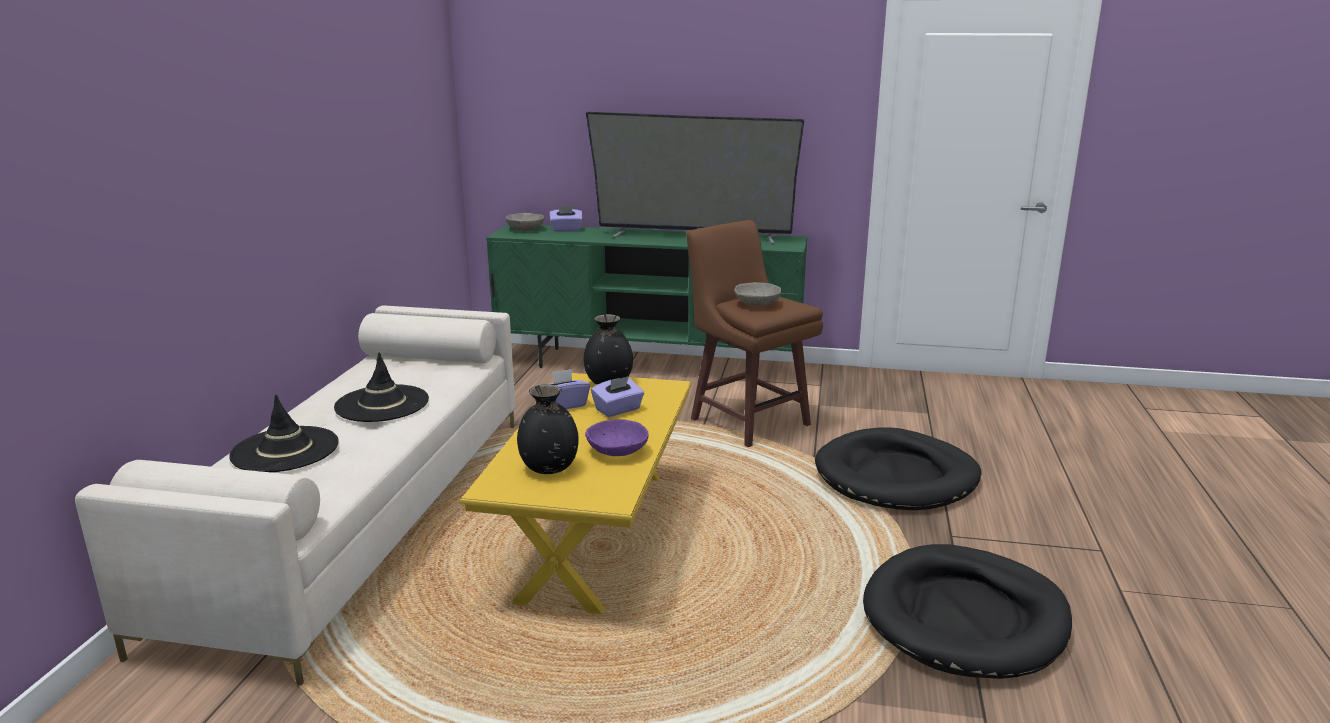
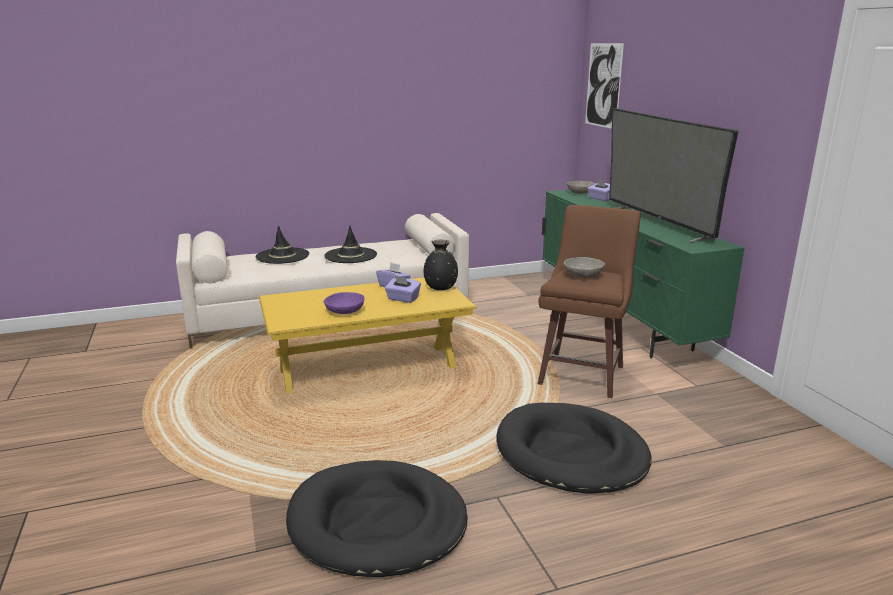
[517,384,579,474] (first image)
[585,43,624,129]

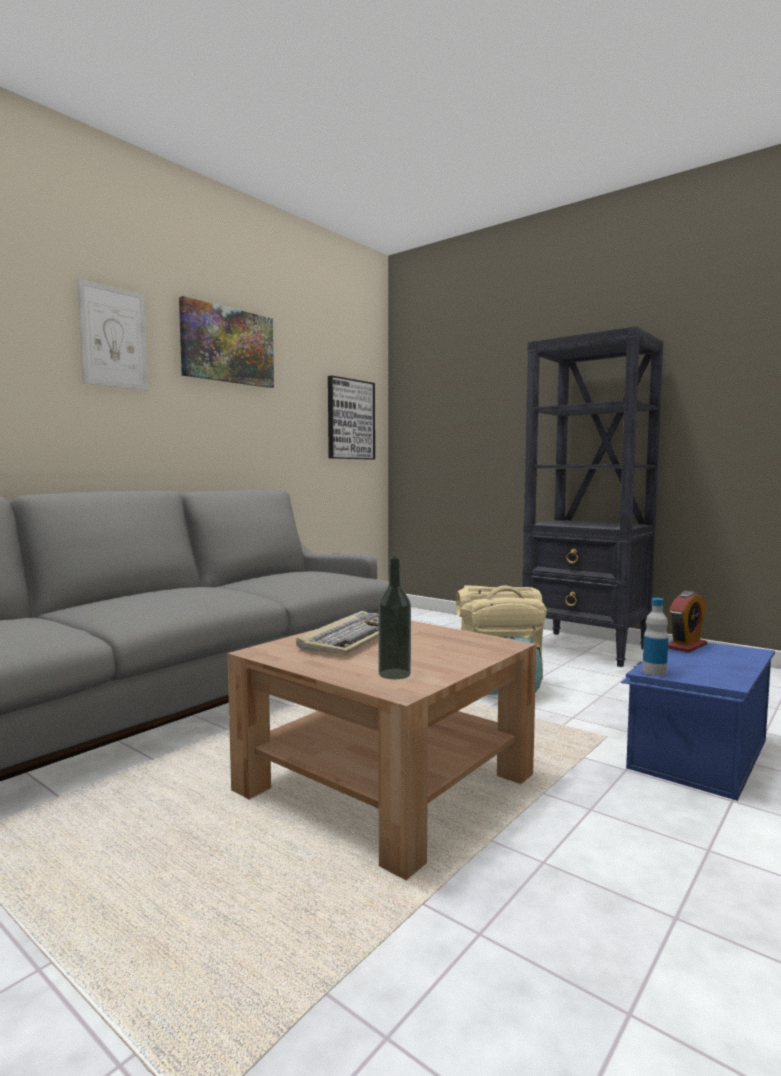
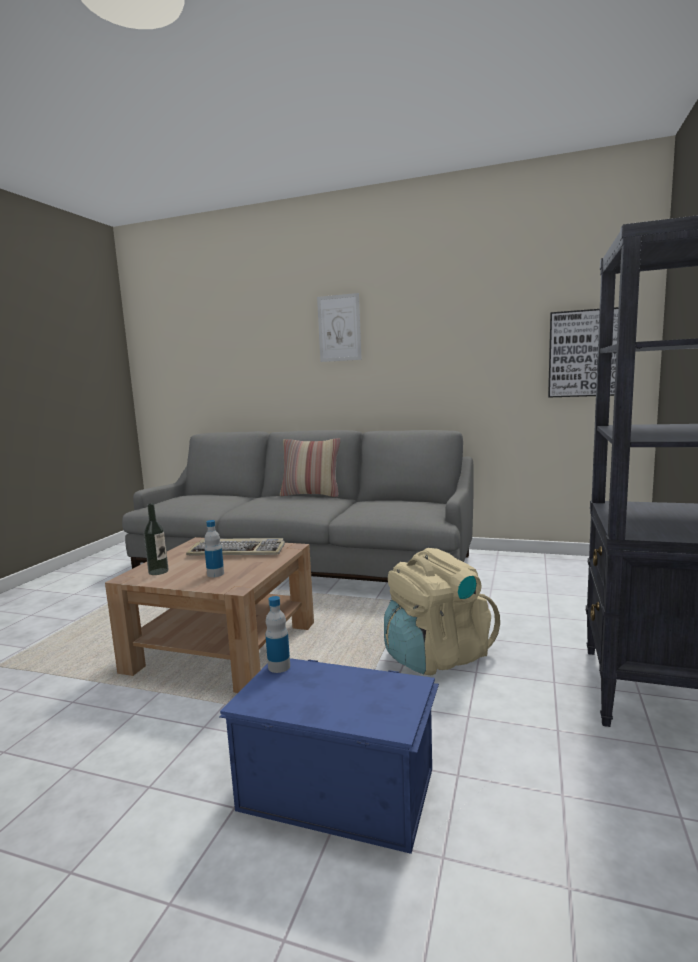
[179,296,274,388] (first image)
[668,591,707,653] (first image)
[280,438,341,497]
[204,520,224,577]

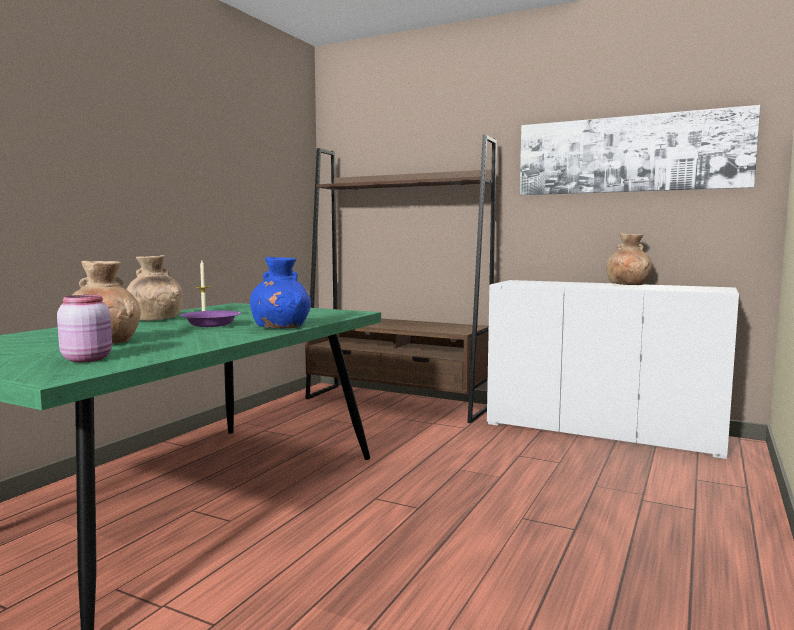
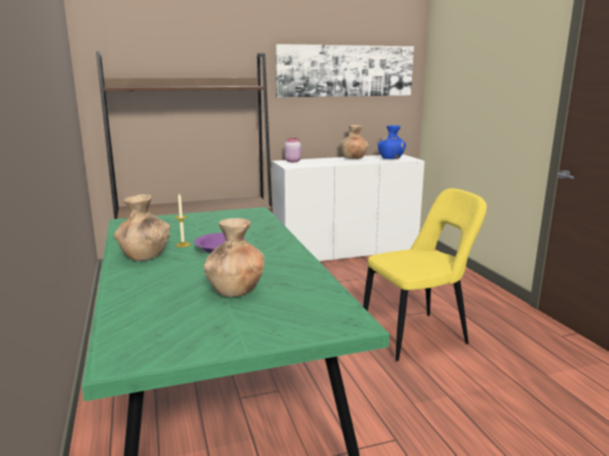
[378,125,406,159]
[284,138,301,162]
[363,188,487,361]

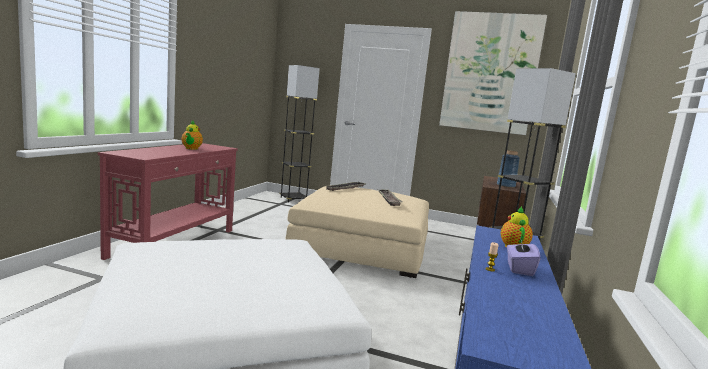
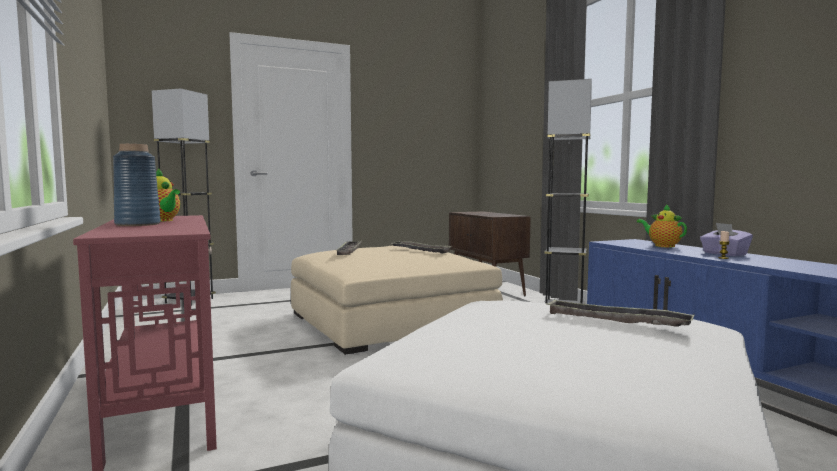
[439,11,547,135] (first image)
[113,144,161,226]
[546,299,695,327]

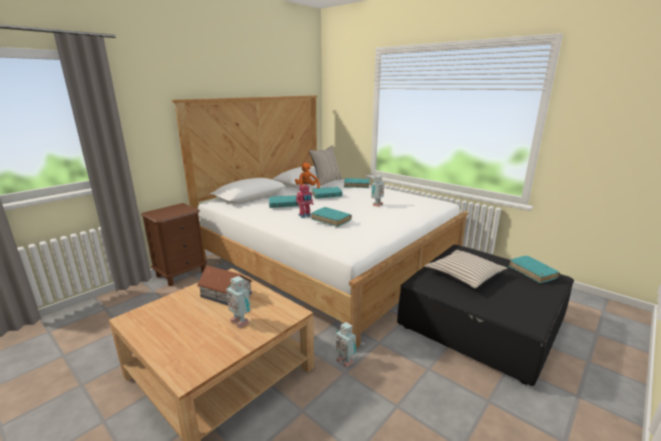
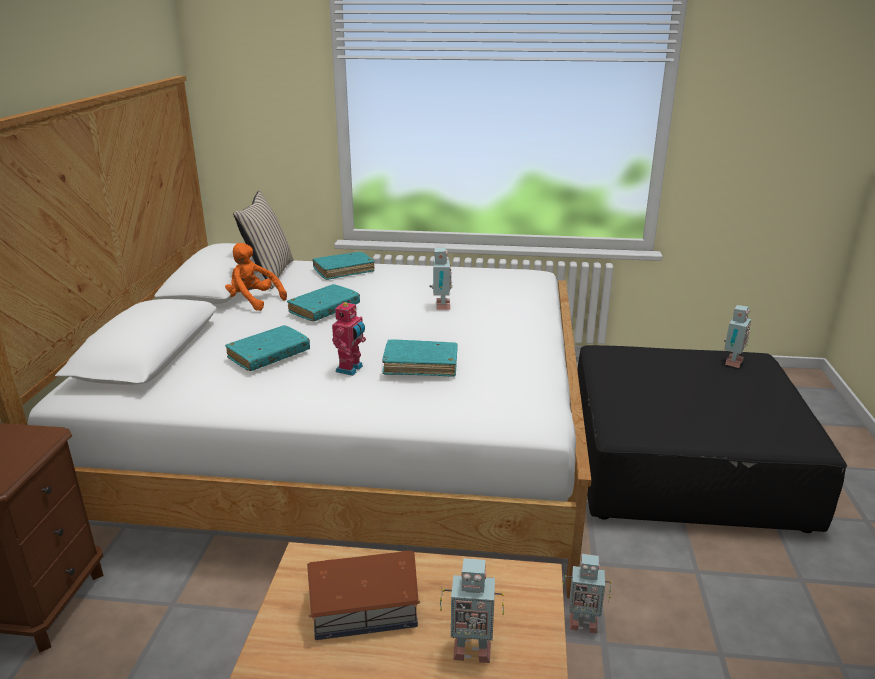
[425,250,508,289] (first image)
[724,305,751,368]

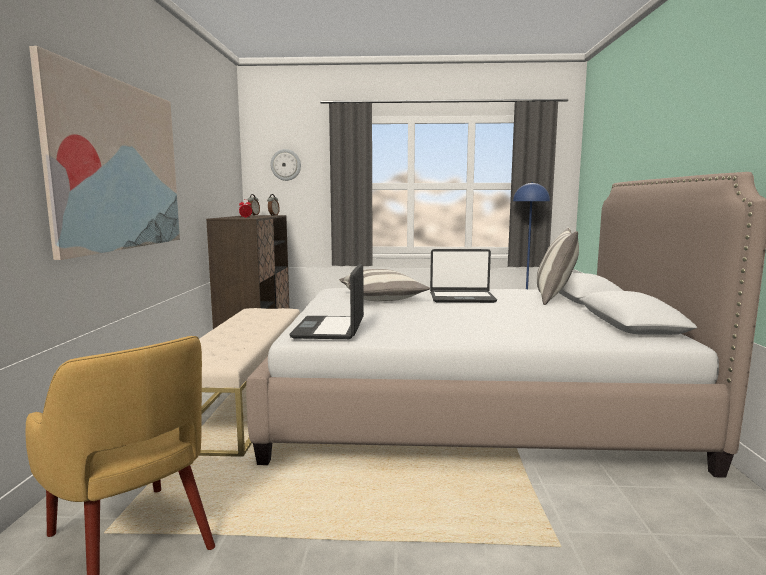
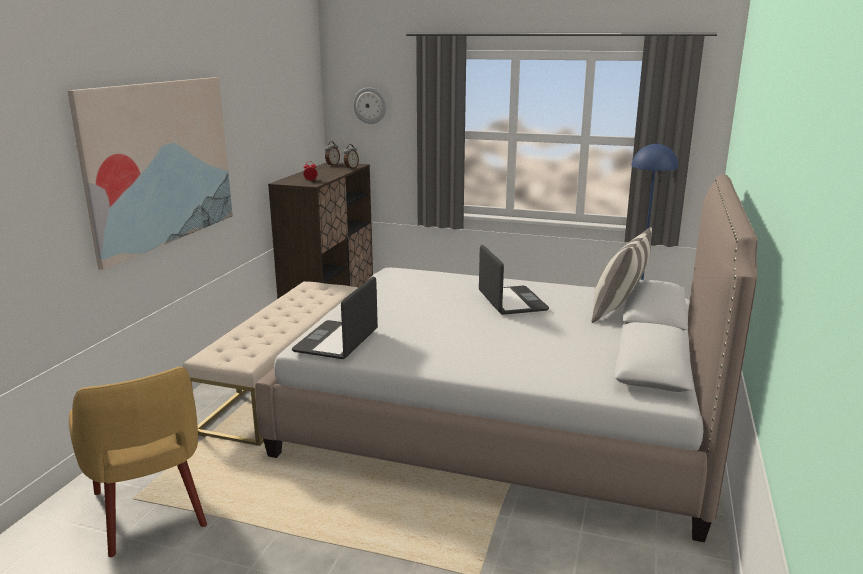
[479,245,549,315]
[339,269,430,301] (first image)

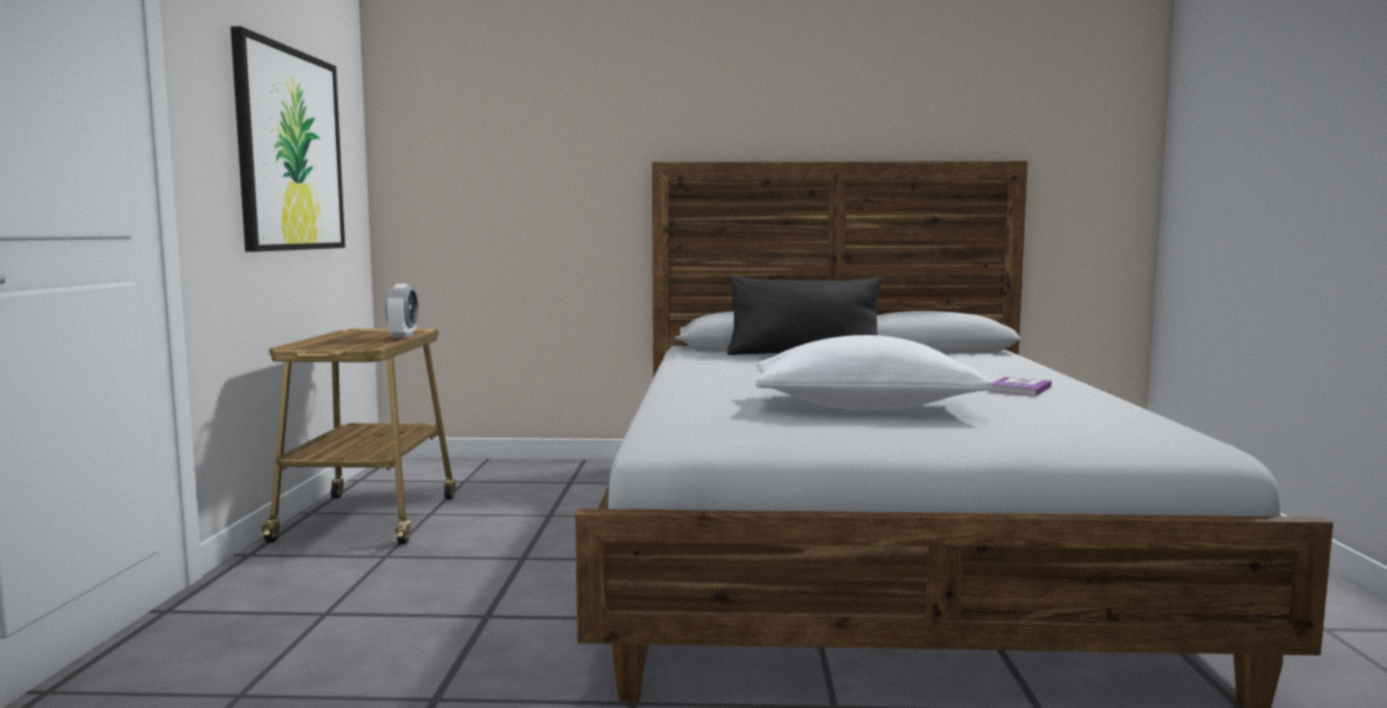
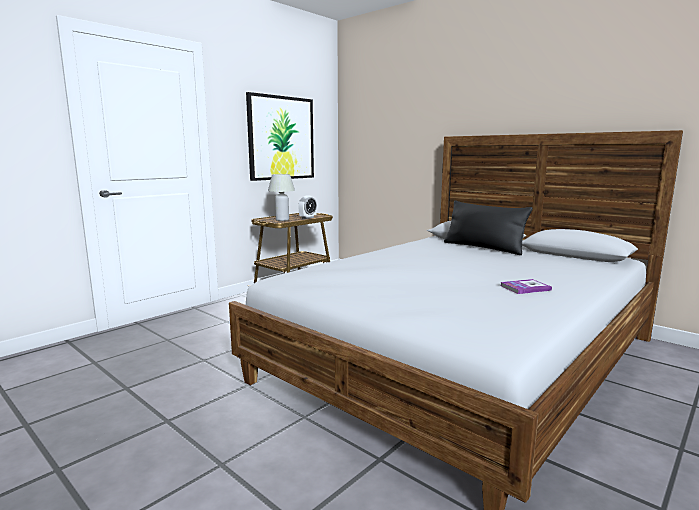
[755,335,992,410] (first image)
[268,174,295,221]

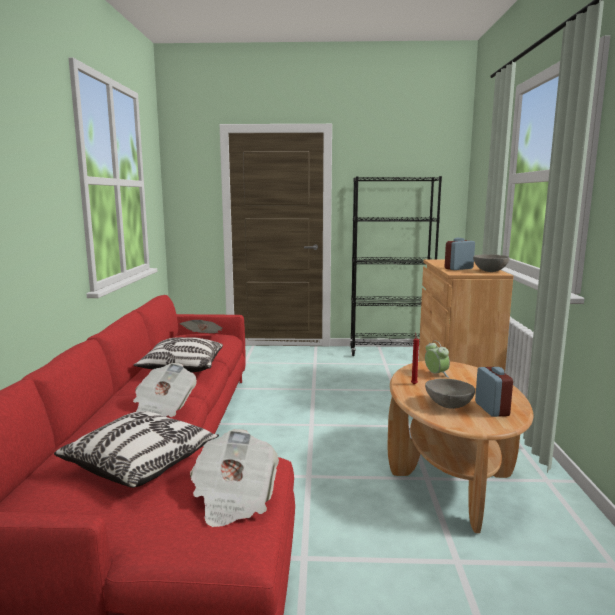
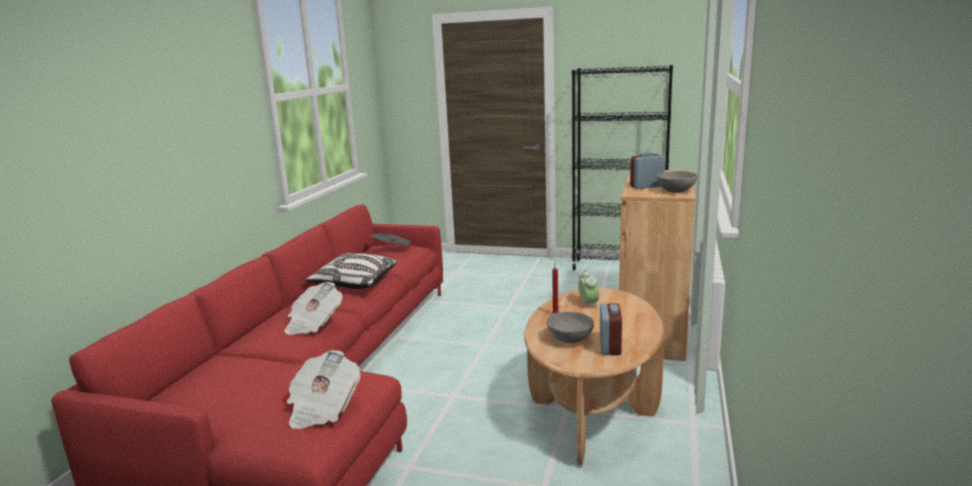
[54,411,219,488] (first image)

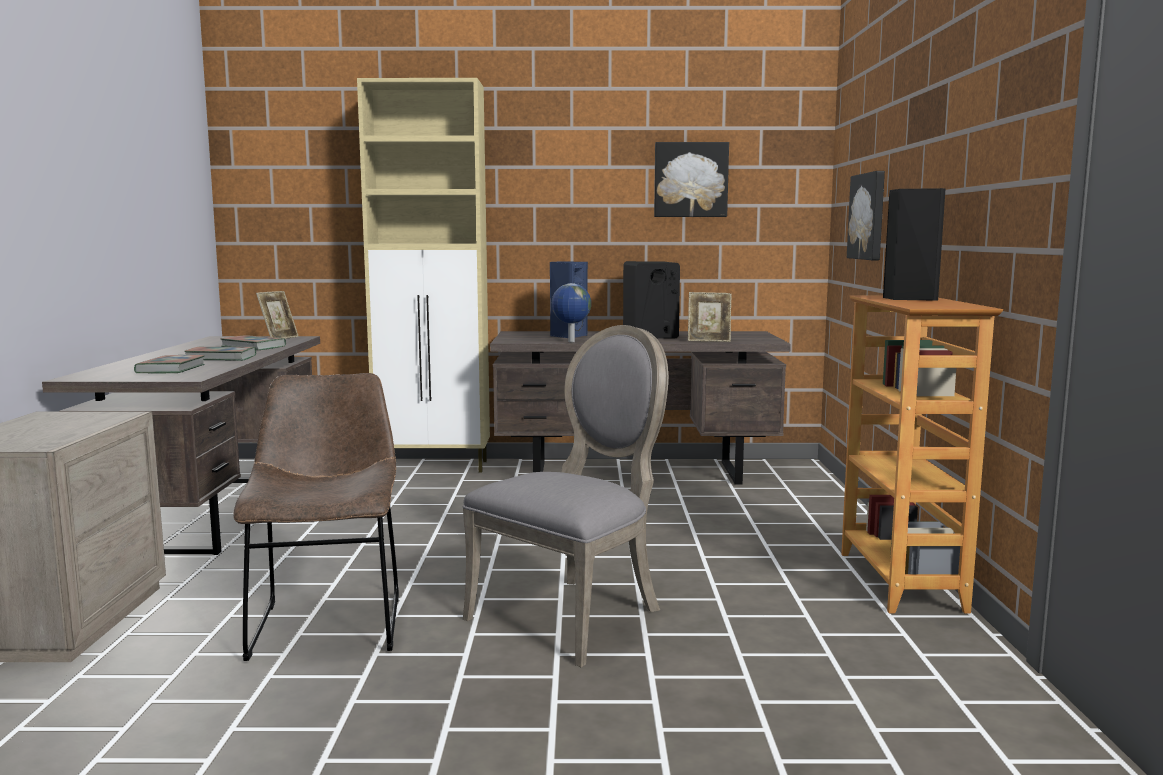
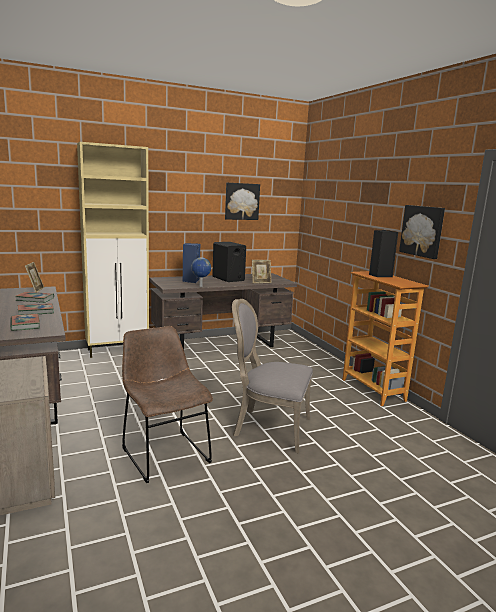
[399,205,445,259]
[232,299,313,454]

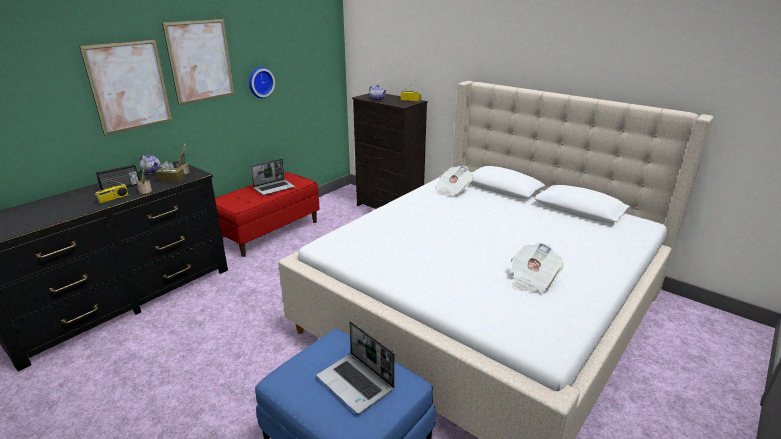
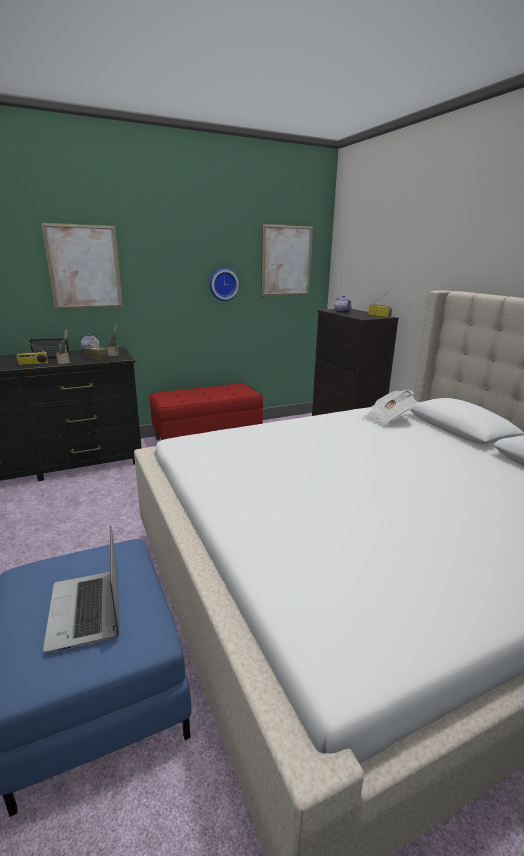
[261,224,313,296]
[250,159,295,195] (first image)
[510,243,564,293] (first image)

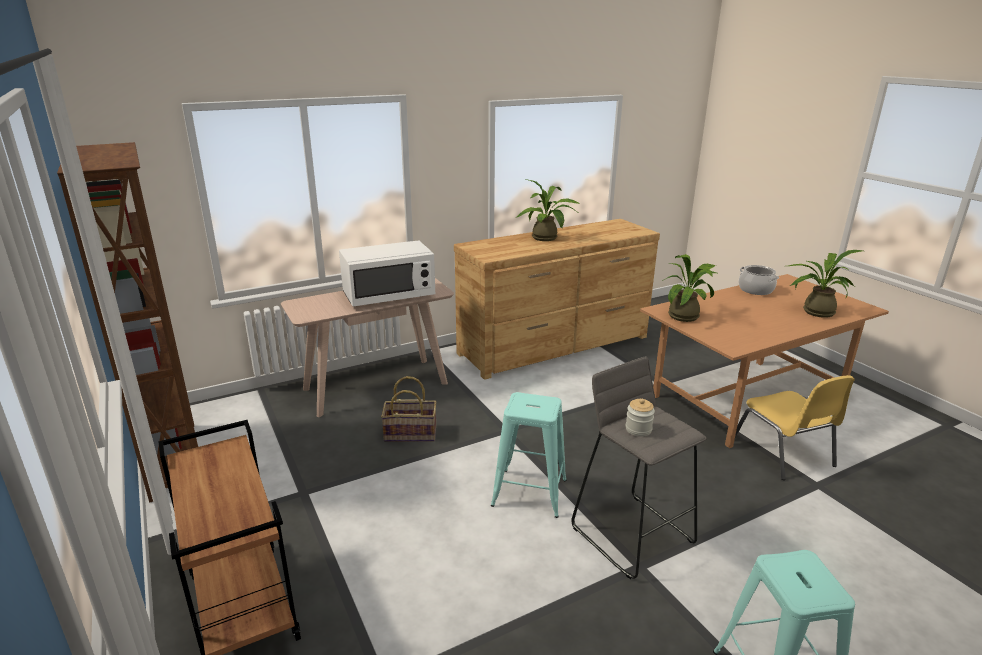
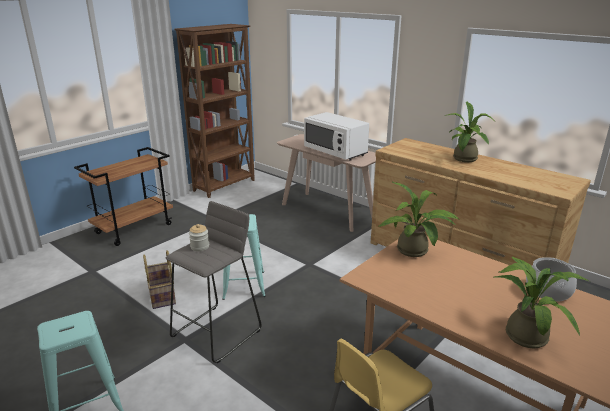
[143,250,176,309]

